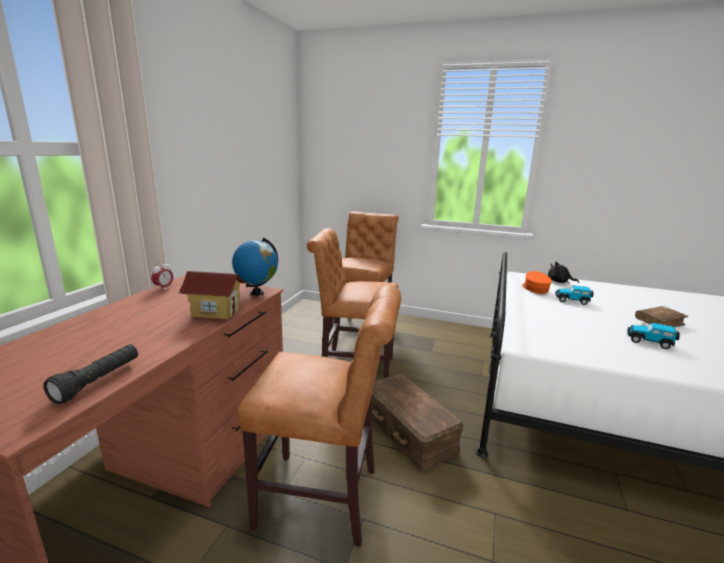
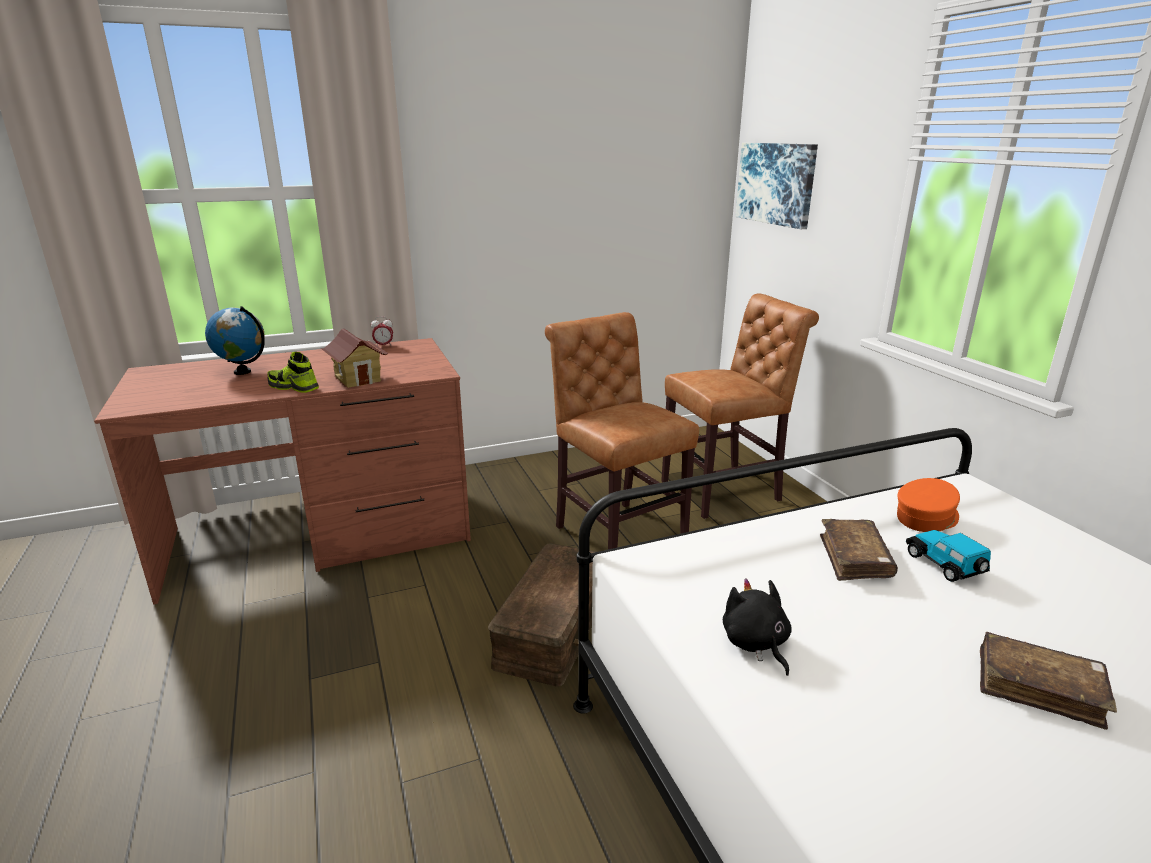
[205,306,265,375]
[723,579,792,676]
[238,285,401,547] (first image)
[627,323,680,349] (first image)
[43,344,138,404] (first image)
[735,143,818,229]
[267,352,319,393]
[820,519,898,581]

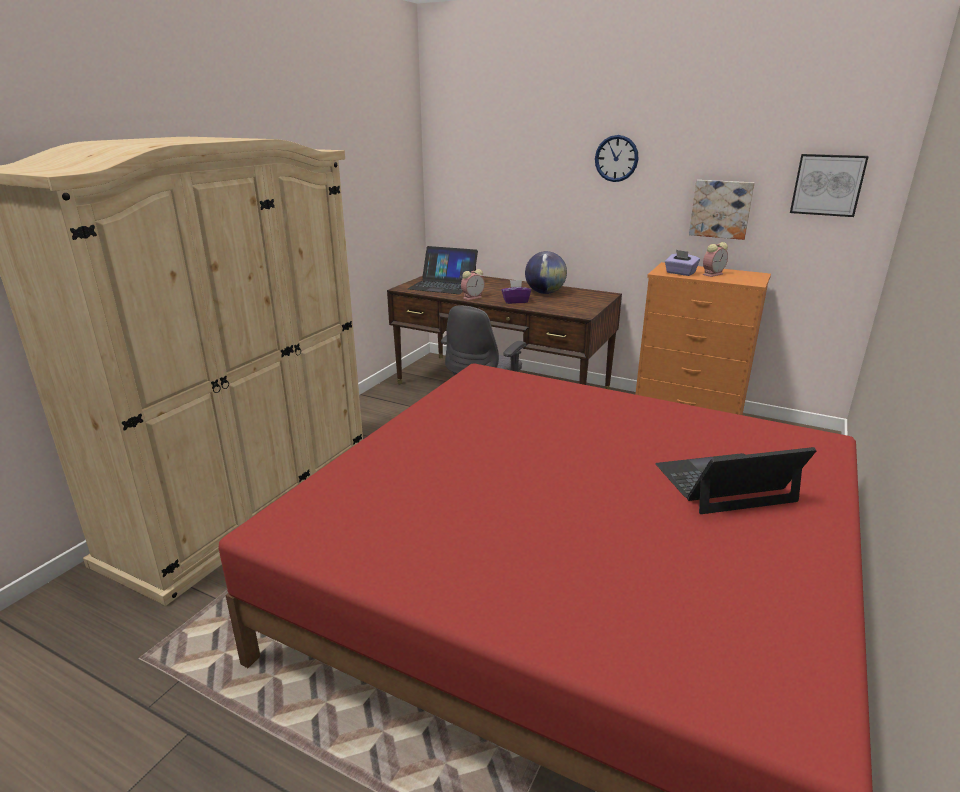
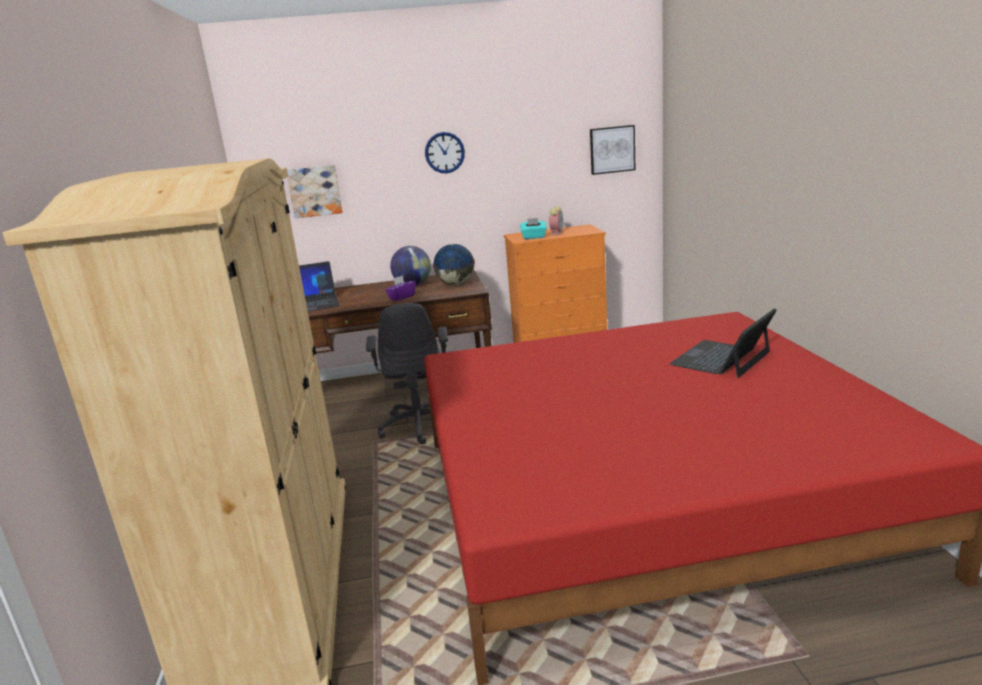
[287,165,342,218]
[520,218,546,239]
[461,269,485,300] (first image)
[433,244,475,285]

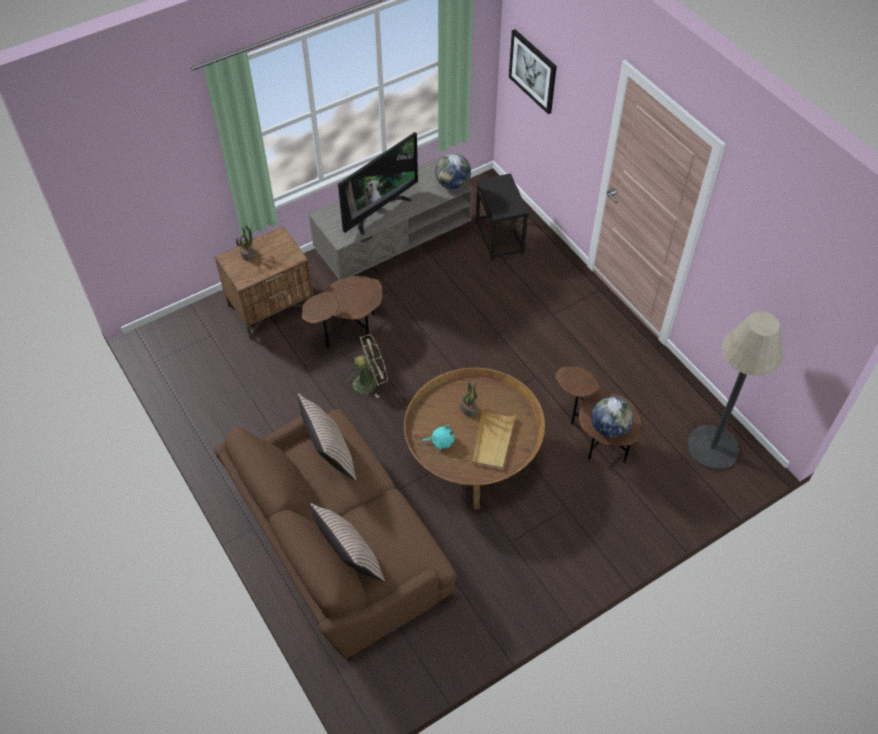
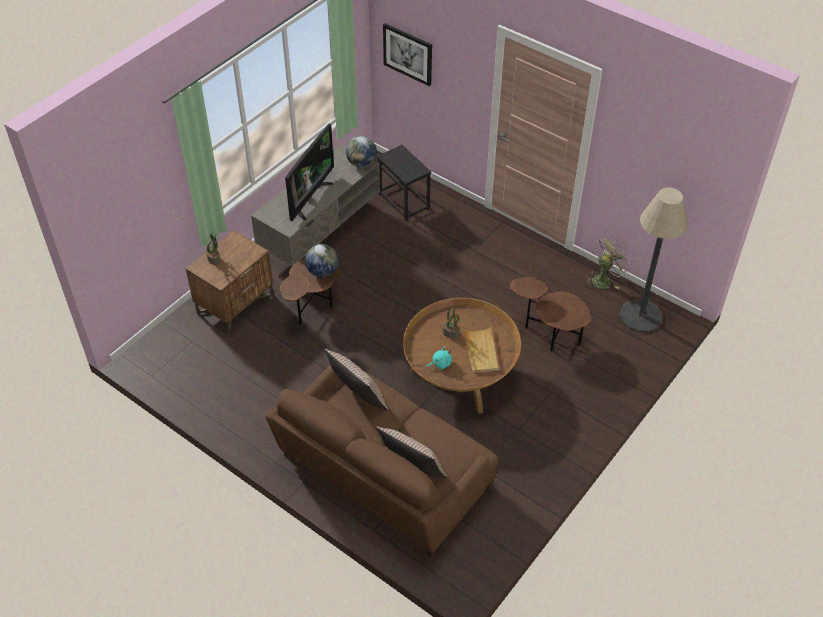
[586,236,631,289]
[305,244,338,277]

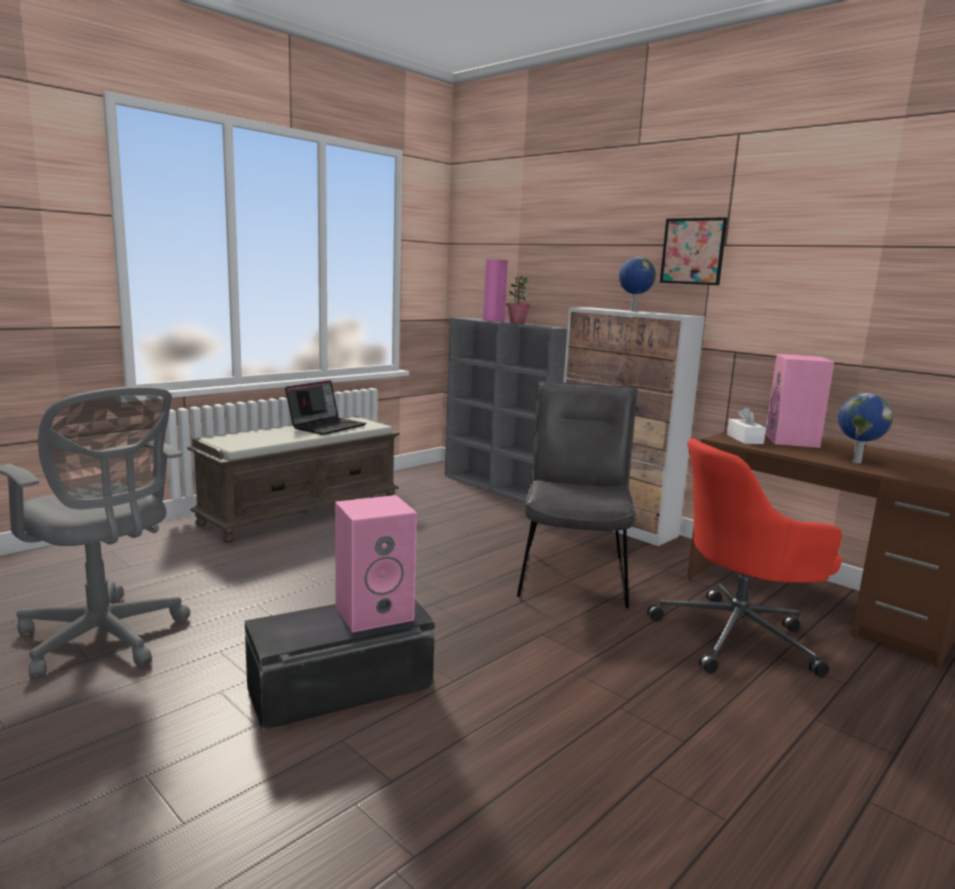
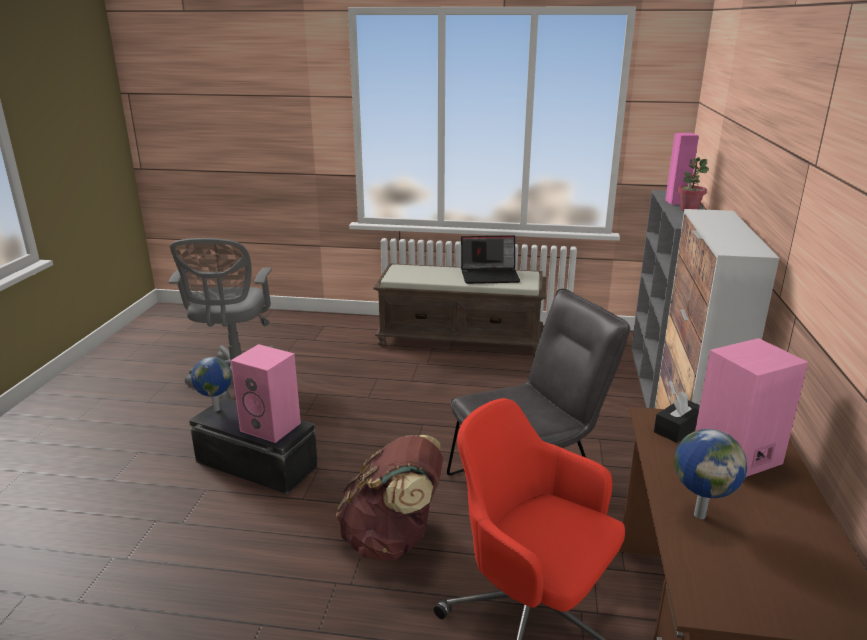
[660,217,728,285] (first image)
[191,357,232,411]
[654,391,700,443]
[336,435,443,560]

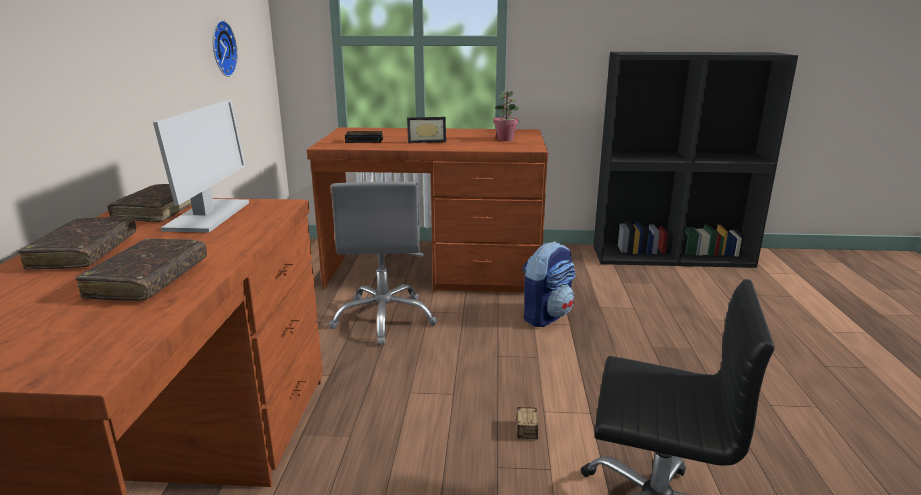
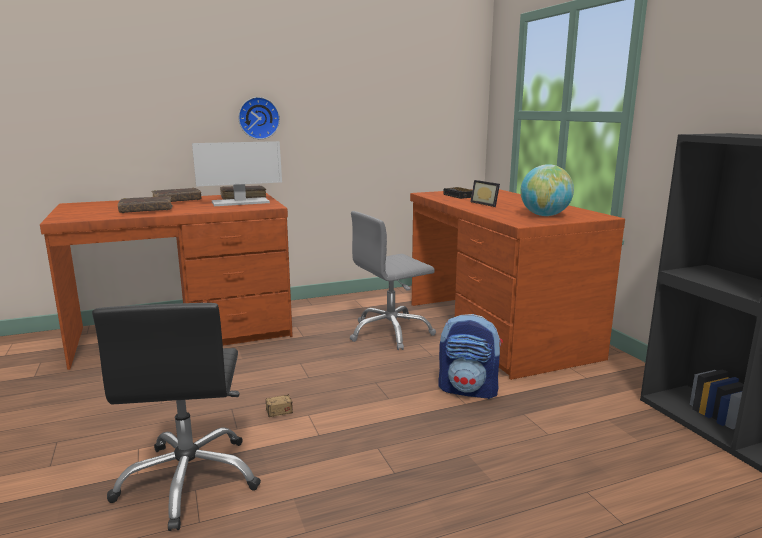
[238,97,280,139]
[520,164,574,216]

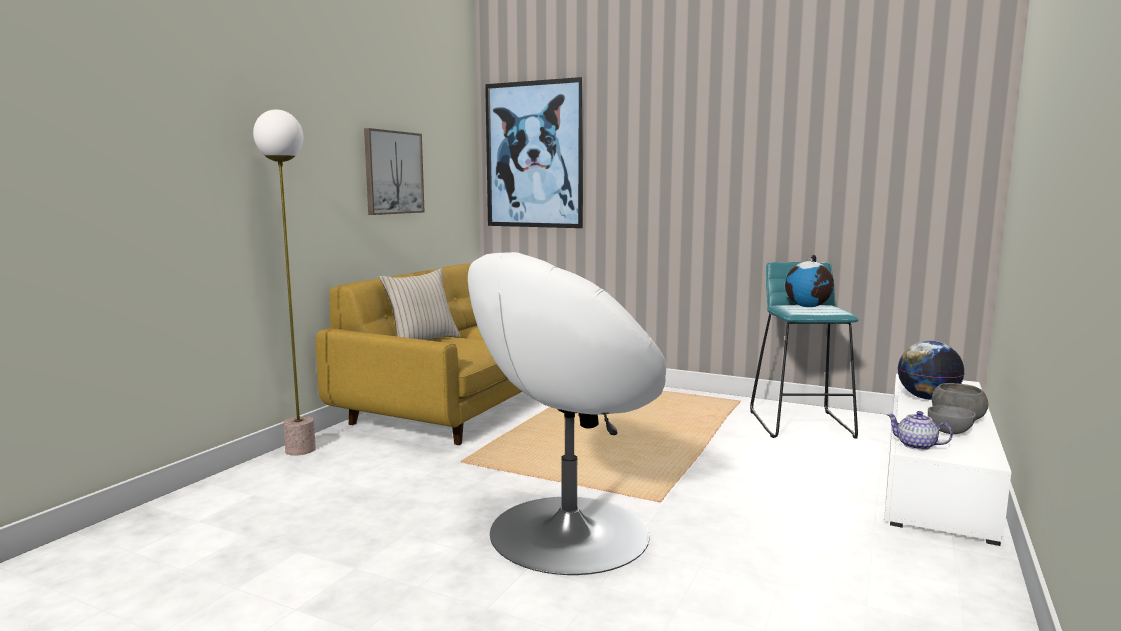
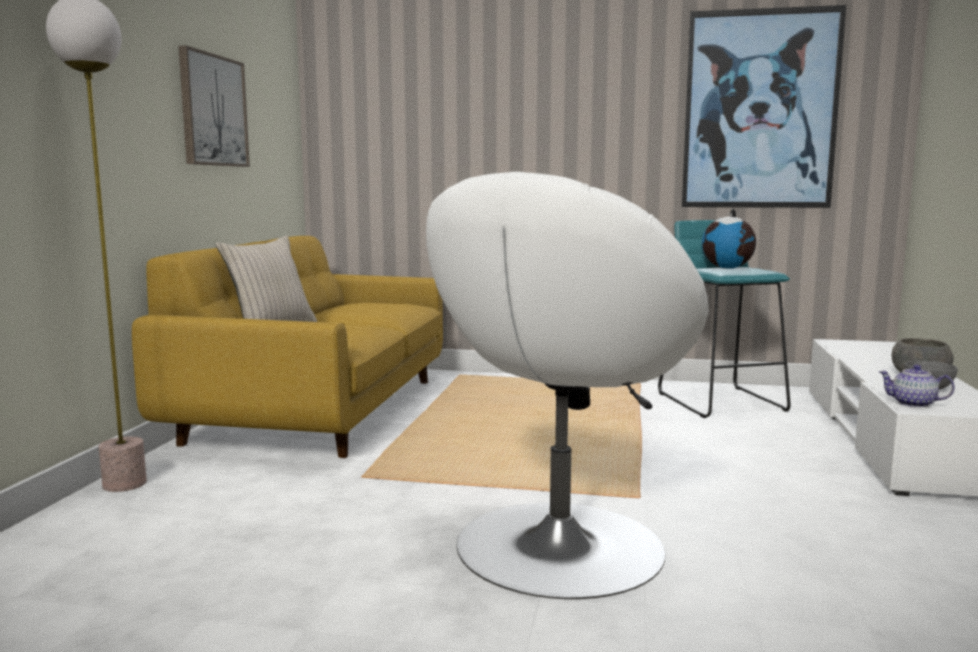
[682,5,846,208]
[898,341,965,400] (first image)

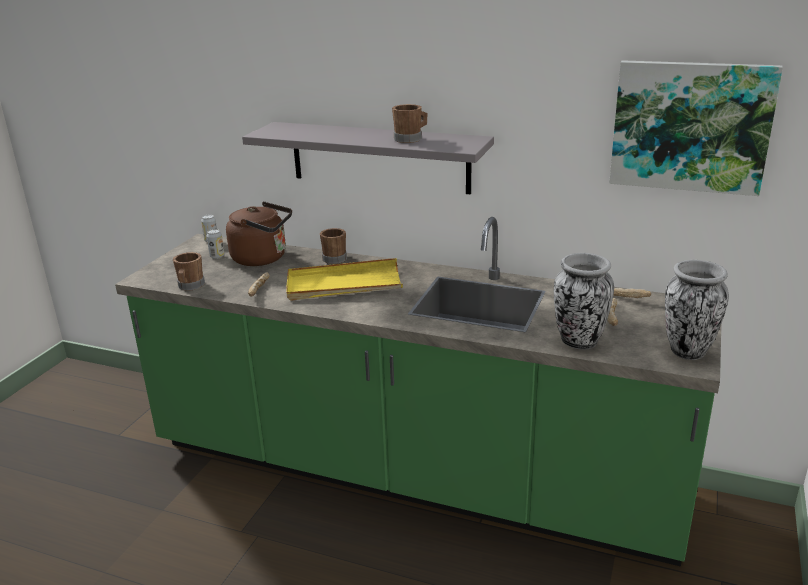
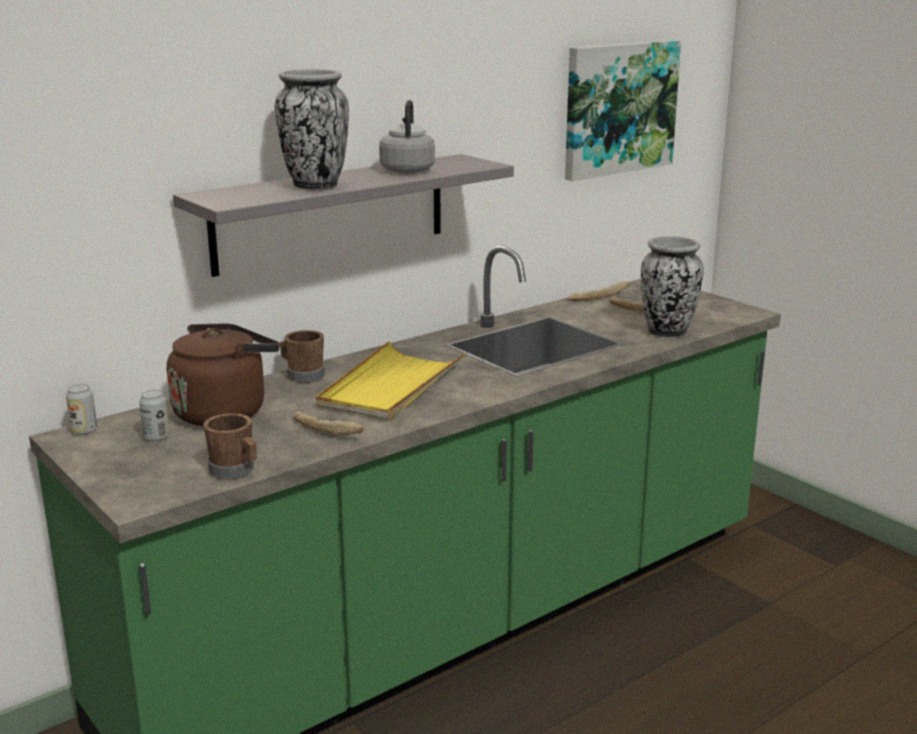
[379,100,435,174]
[275,69,349,190]

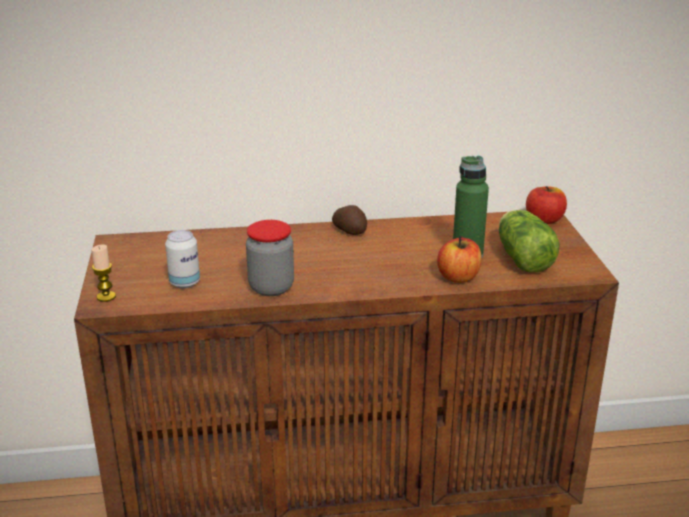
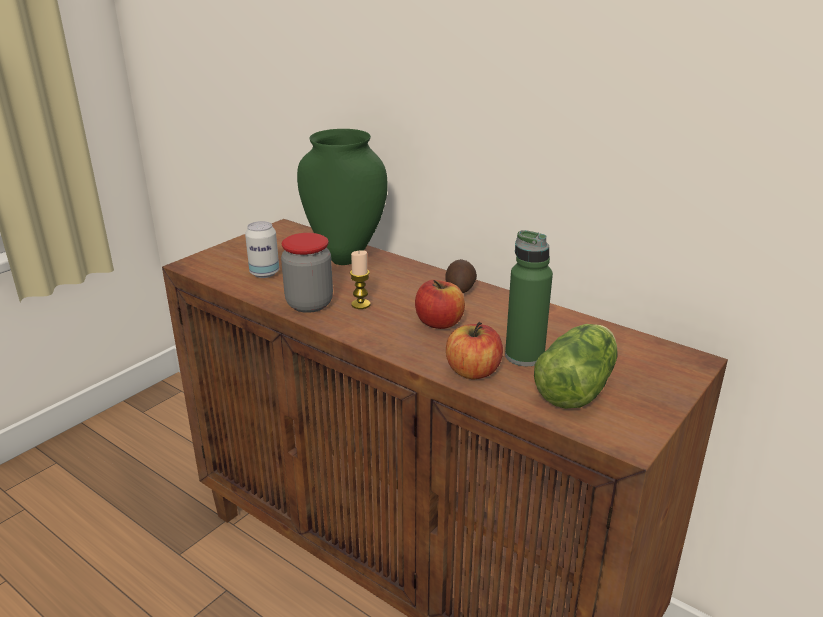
[415,280,465,329]
[350,250,370,309]
[297,129,388,265]

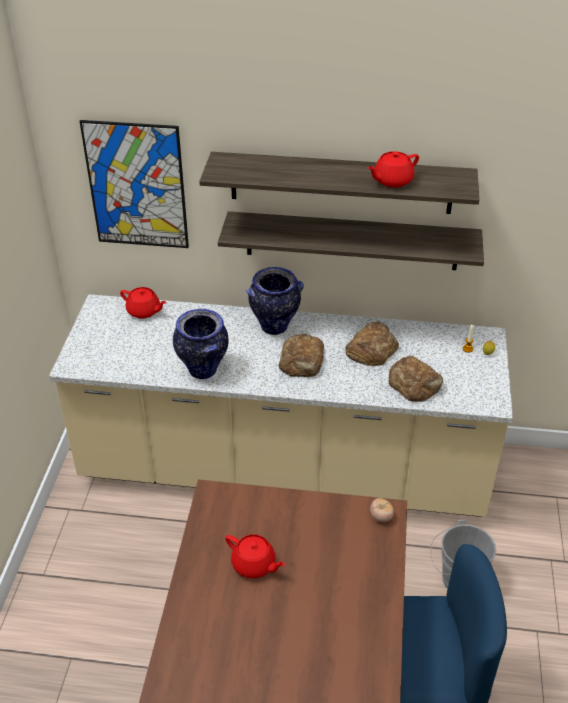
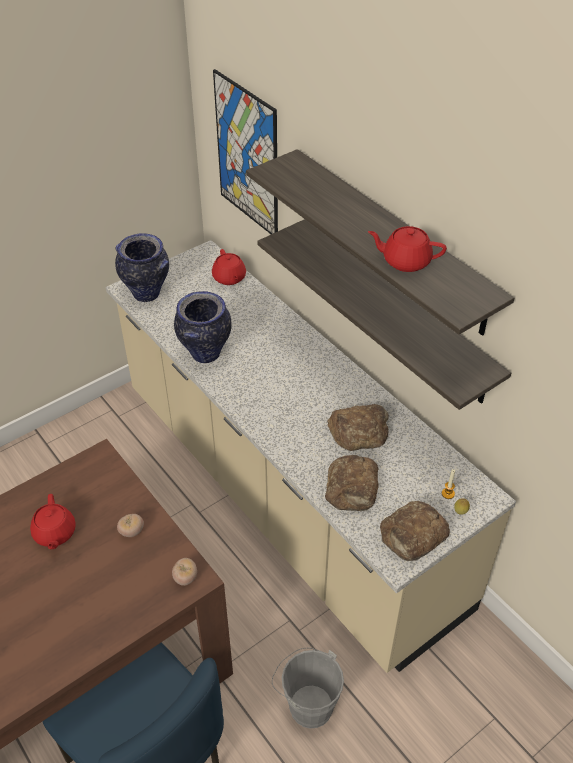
[115,233,169,302]
[380,501,450,561]
[117,514,144,537]

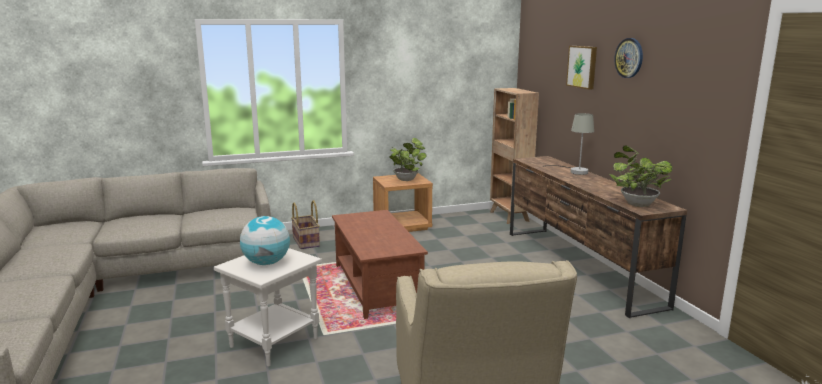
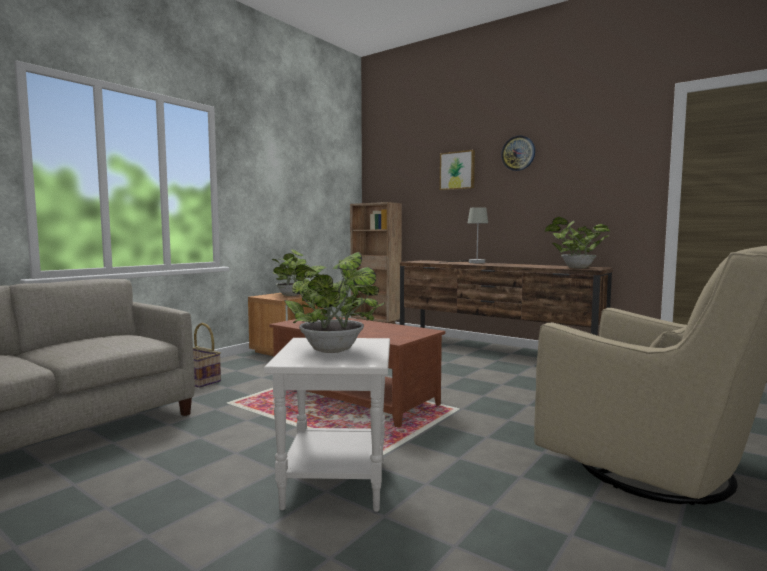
[285,252,385,353]

